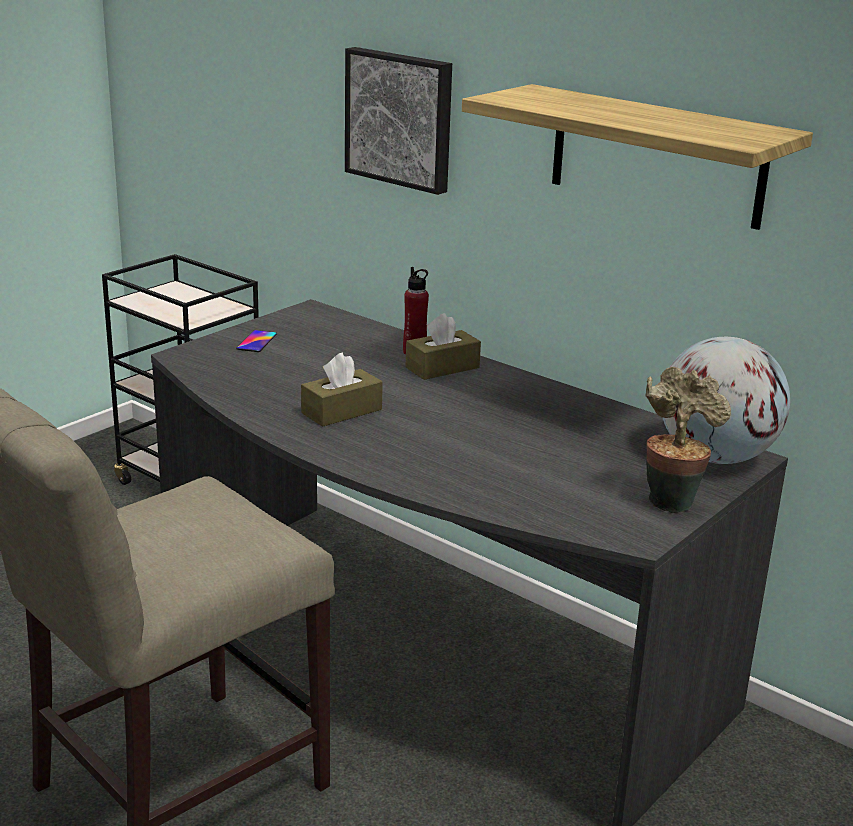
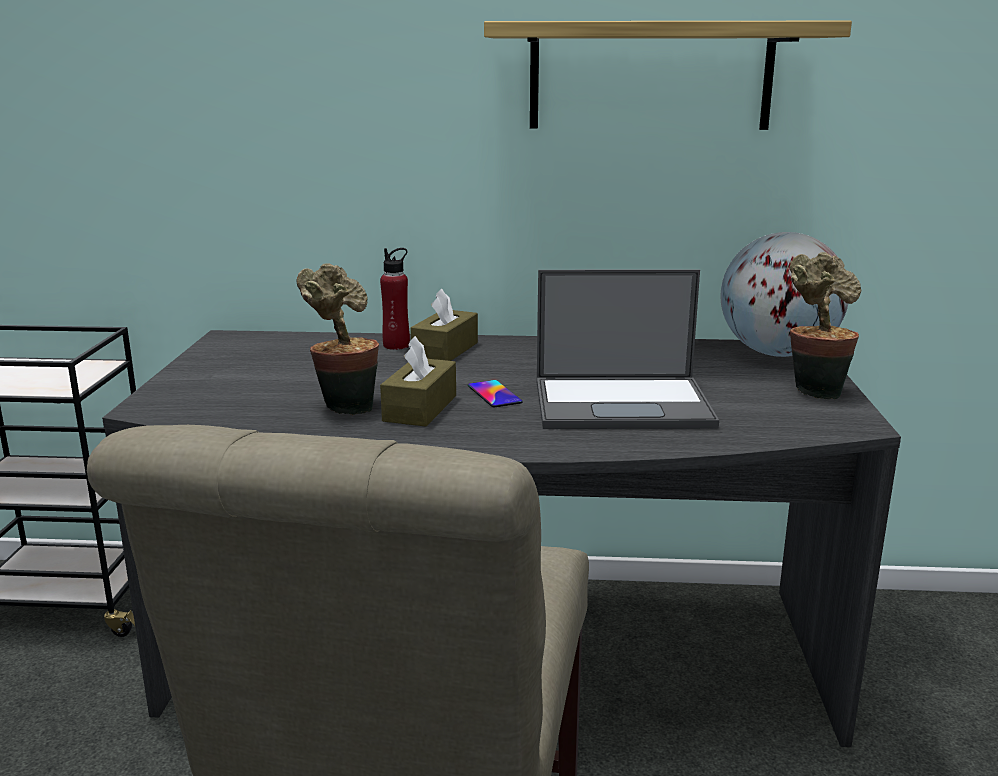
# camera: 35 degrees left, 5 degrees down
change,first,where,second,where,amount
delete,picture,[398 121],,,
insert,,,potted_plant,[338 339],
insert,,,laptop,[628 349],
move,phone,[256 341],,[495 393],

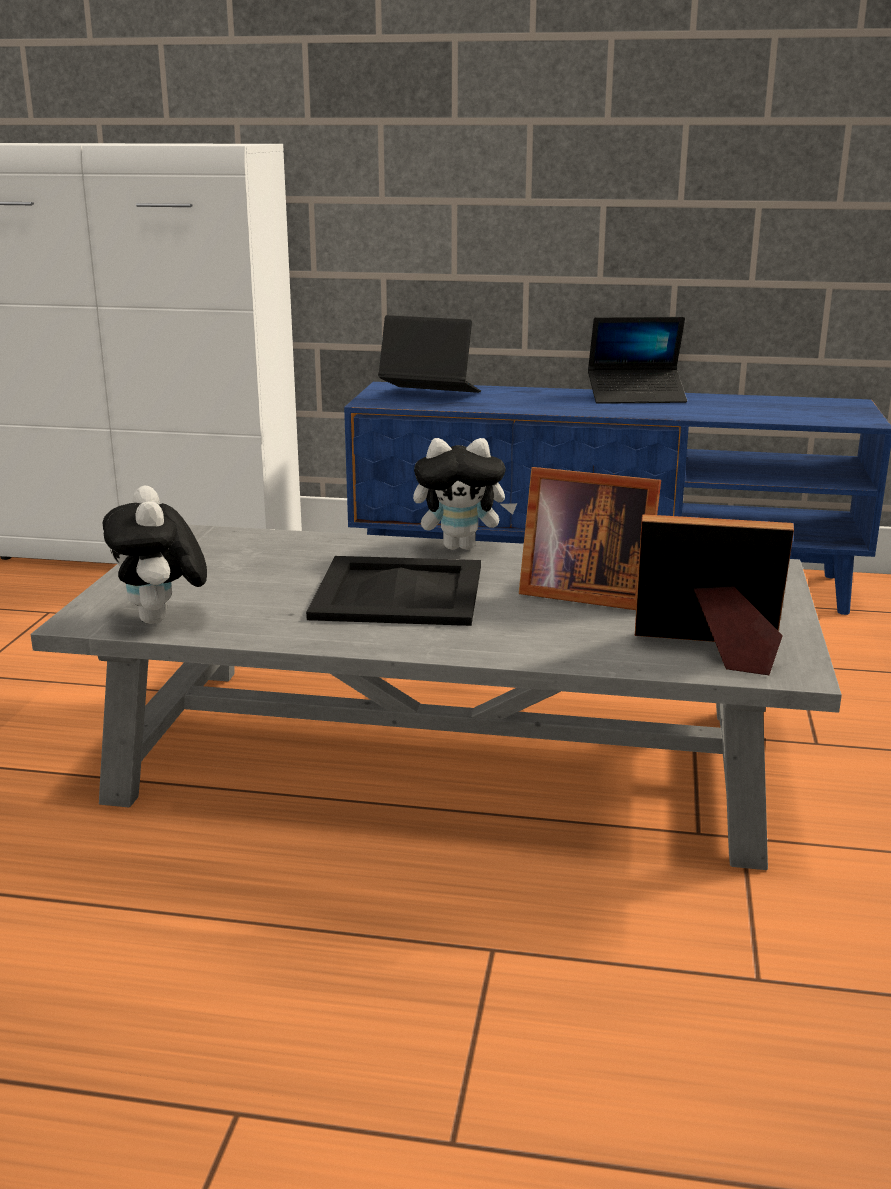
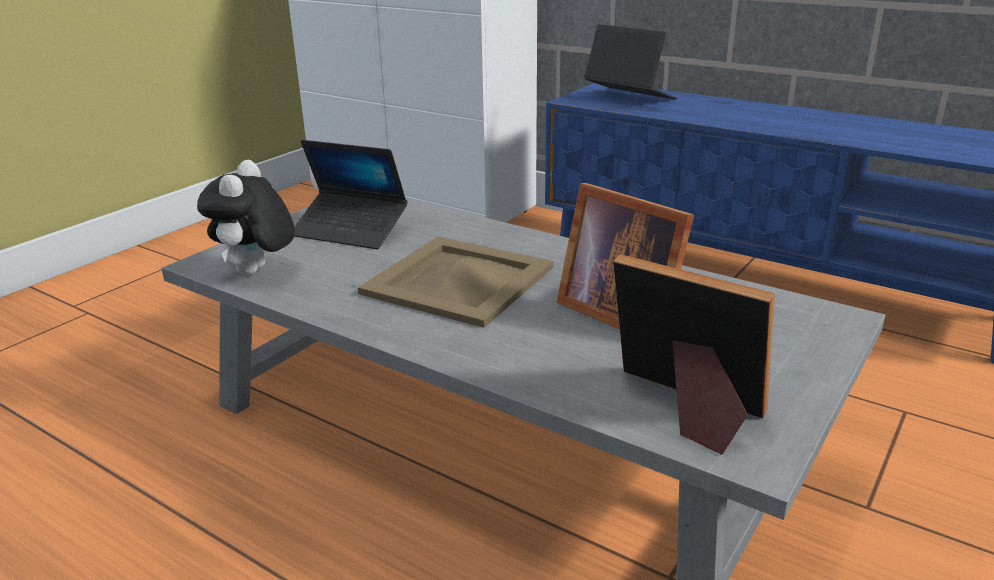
# camera: 25 degrees right, 5 degrees up
change,first,where,second,where,amount
delete,plush_toy,[465 494],,,
move,laptop,[637 360],,[350 194],
recolor,black_tray,[393 591],beige_tray,[455 282],

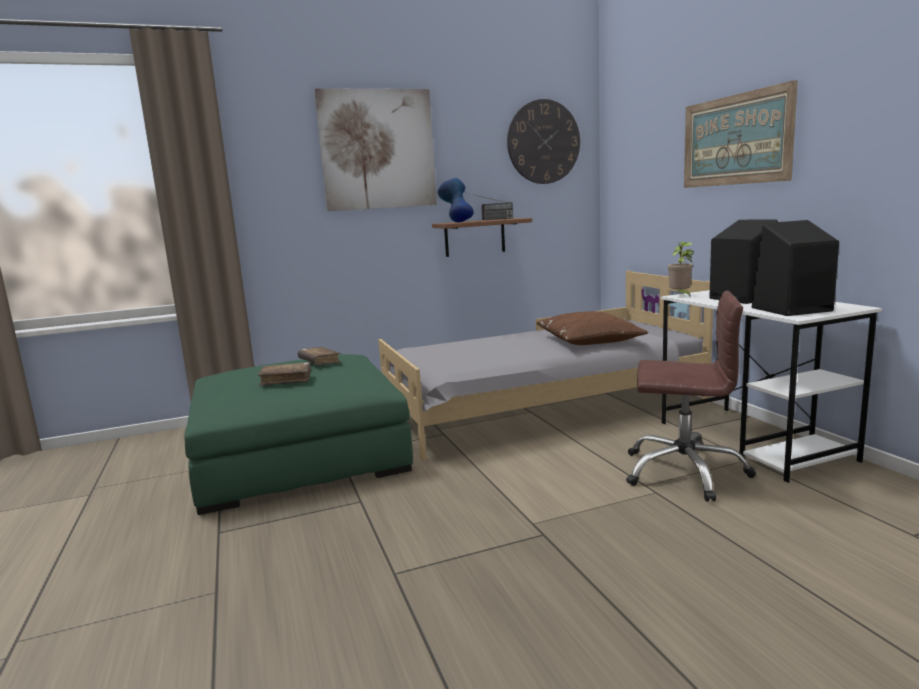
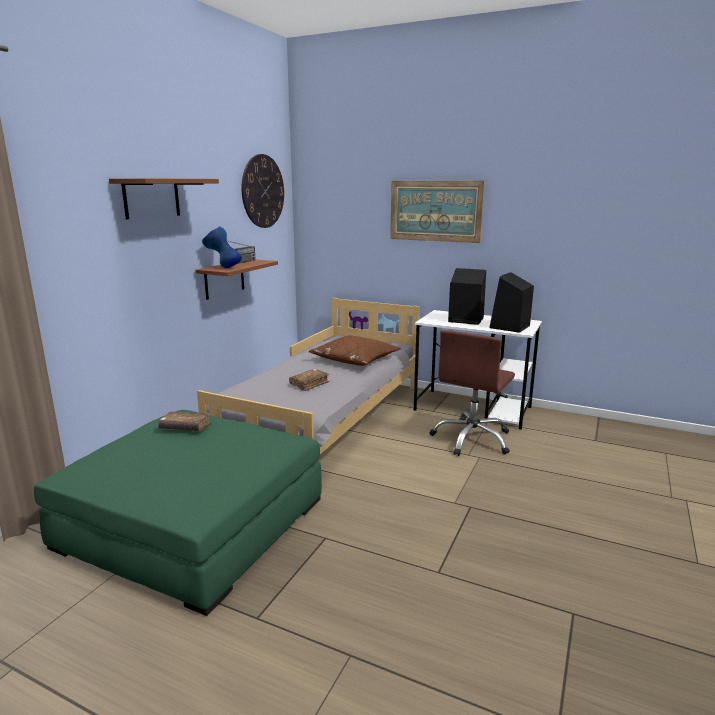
# camera: 45 degrees left, 5 degrees up
change,first,where,second,where,amount
delete,potted_plant,[680 269],,,
move,brown_book,[284 374],,[309 380],
replace,picture,[375 149],brown_shelf,[164 198],
rotate,brown_office_chair,[691 396],,[472 393],150 degrees clockwise

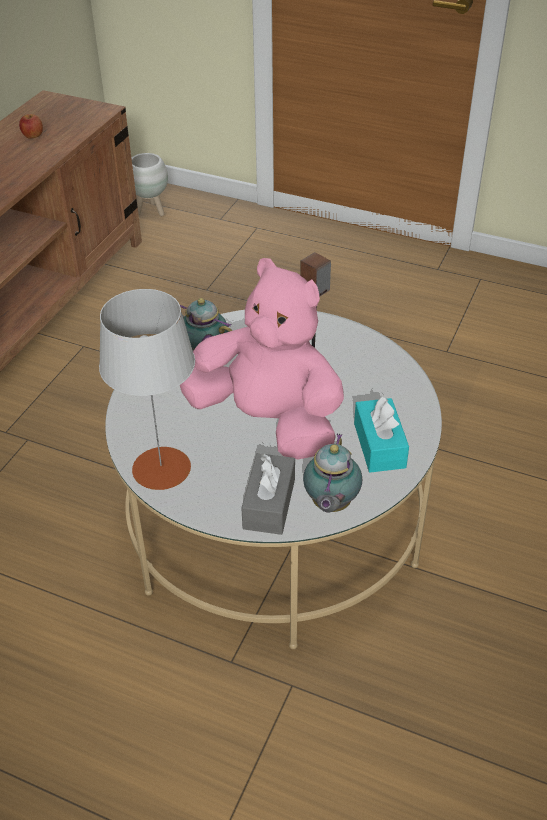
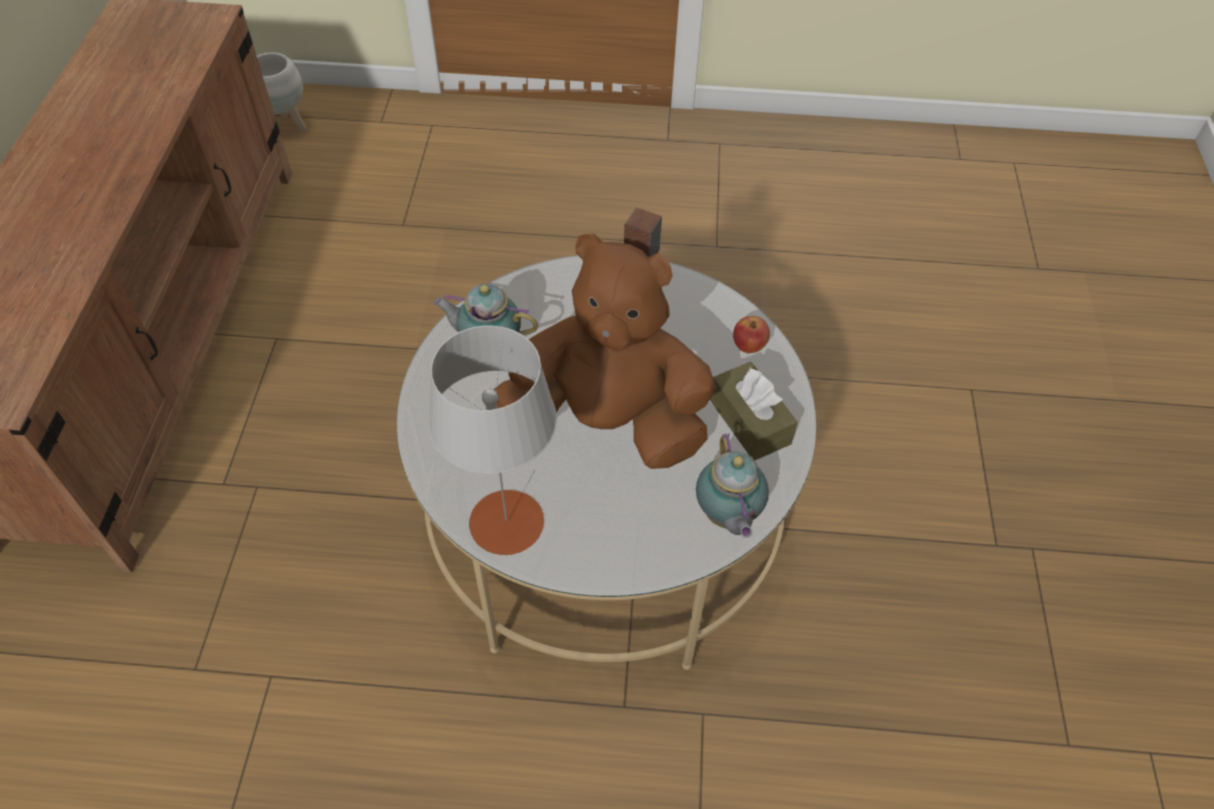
# camera: 20 degrees left, 10 degrees up
change,first,where,second,where,amount
delete,grey_tissue_box,[268 494],,,
move,apple,[31 126],,[751 334],
recolor,pink_plush_toy,[262 359],brown_plush_toy,[604 351],
recolor,turquoise_tissue_box,[381 434],brown_tissue_box,[754 411],

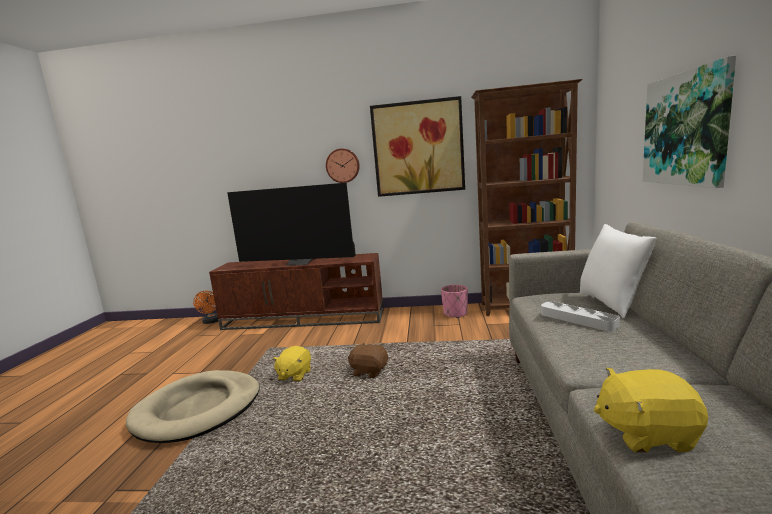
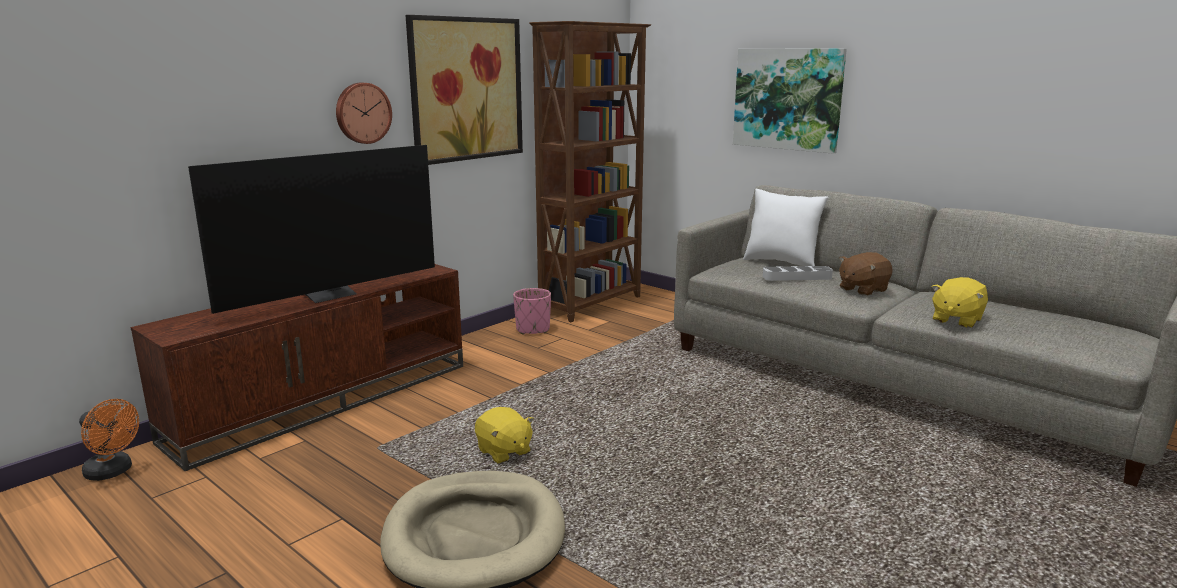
# camera: 55 degrees left, 5 degrees up
change,first,where,second,where,amount
move,brown_plush_toy,[368 360],,[866 274],

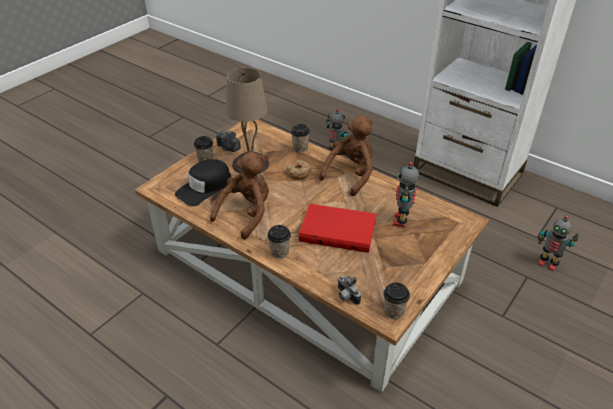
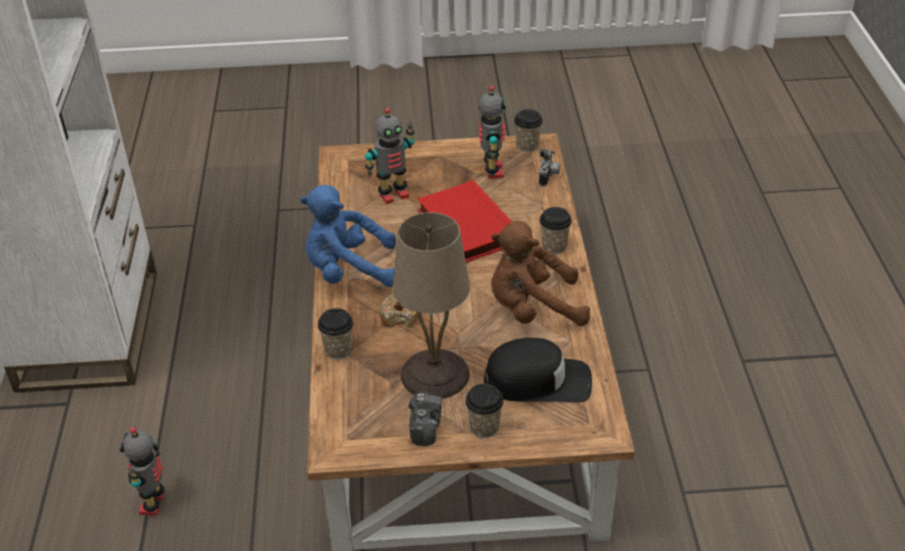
# camera: 130 degrees left, 0 degrees up
change,first,where,second,where,amount
move,toy_robot,[558 243],,[492 132],
recolor,brown_plush_toy,[346 155],blue_plush_toy,[348 236],

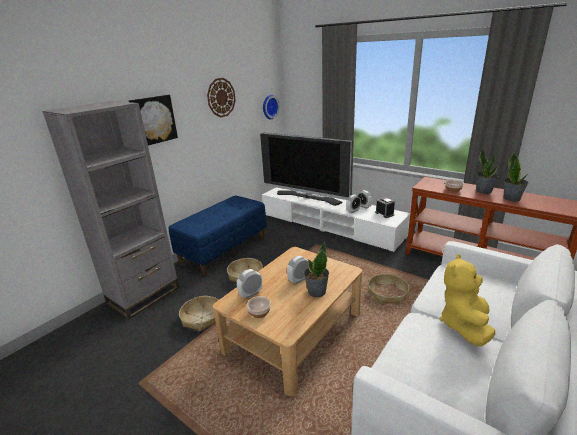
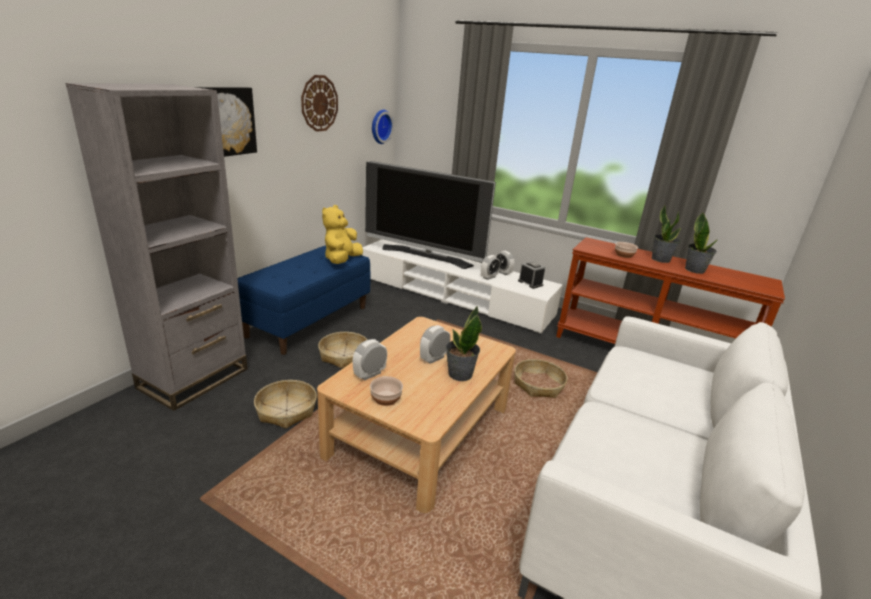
# camera: 10 degrees left, 0 degrees up
change,first,where,second,where,amount
move,yellow_plush_toy,[467 300],,[342 234],

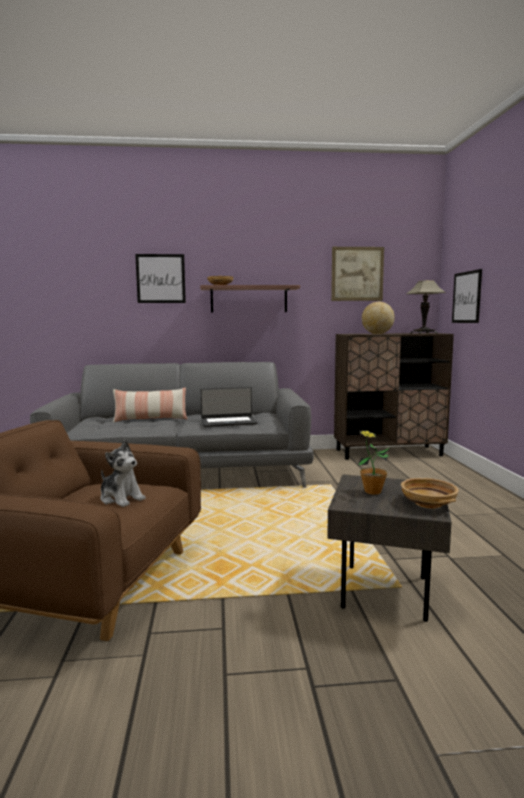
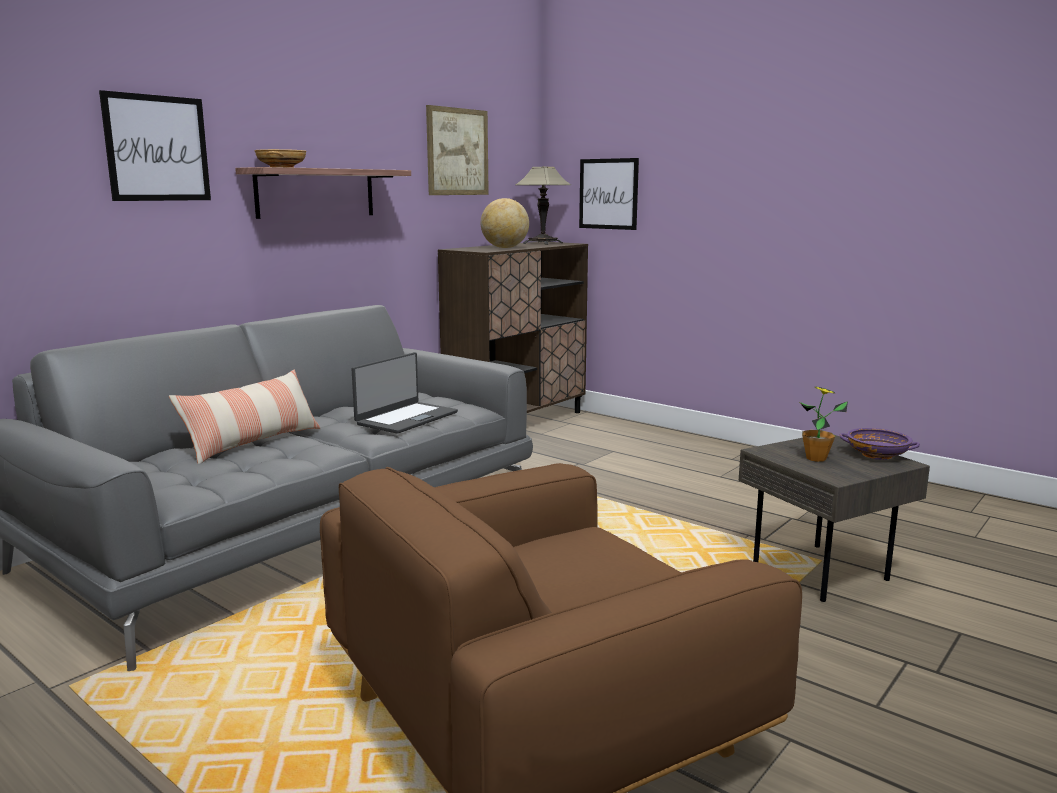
# camera: 45 degrees left, 5 degrees up
change,first,where,second,where,amount
delete,plush_toy,[123 473],,,
recolor,beige_bowl,[430 493],purple_bowl,[879 444],

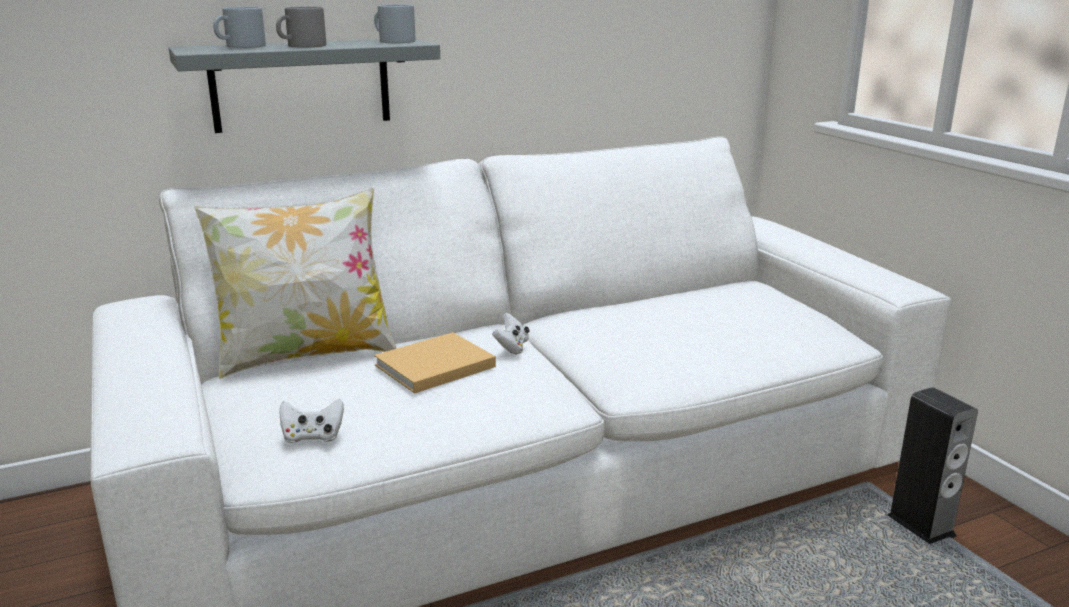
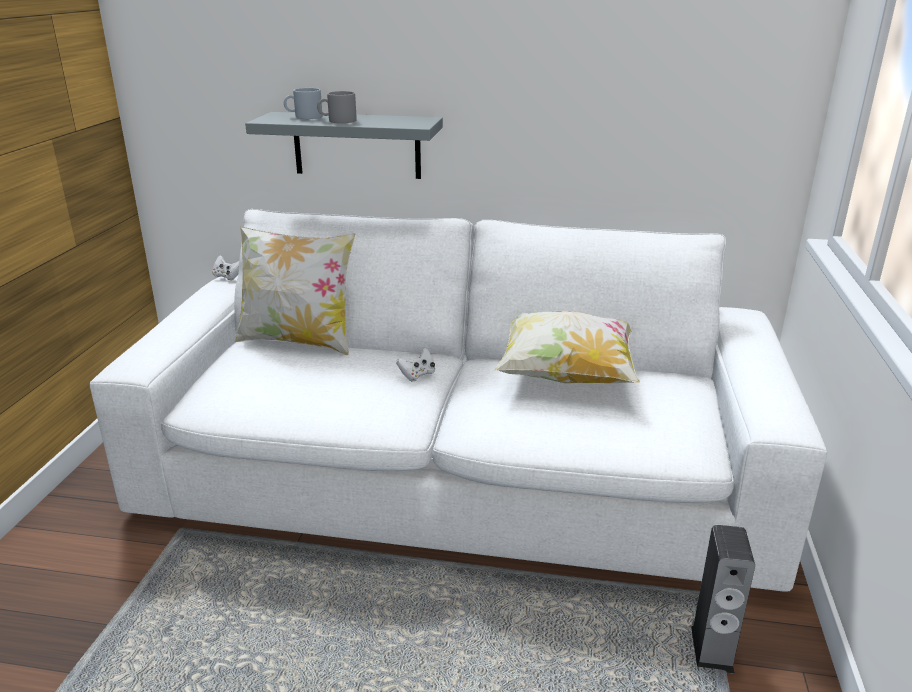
# camera: 35 degrees right, 5 degrees up
change,first,where,second,where,amount
delete,grey_mug,[394 23],,,
delete,beige_book,[435 363],,,
insert,,,pillow,[567 347],
move,white_game_controller,[311 421],,[225 267],

